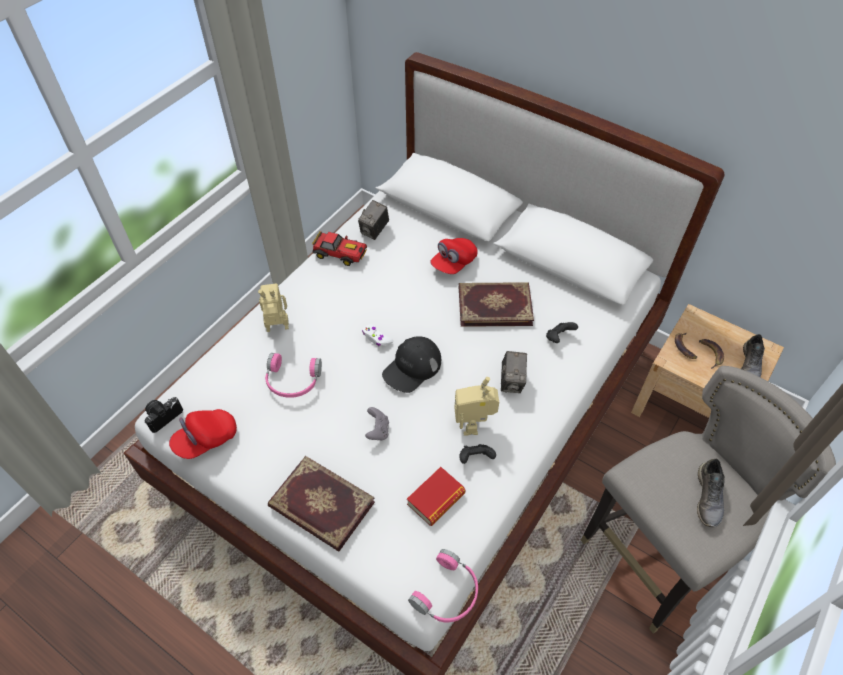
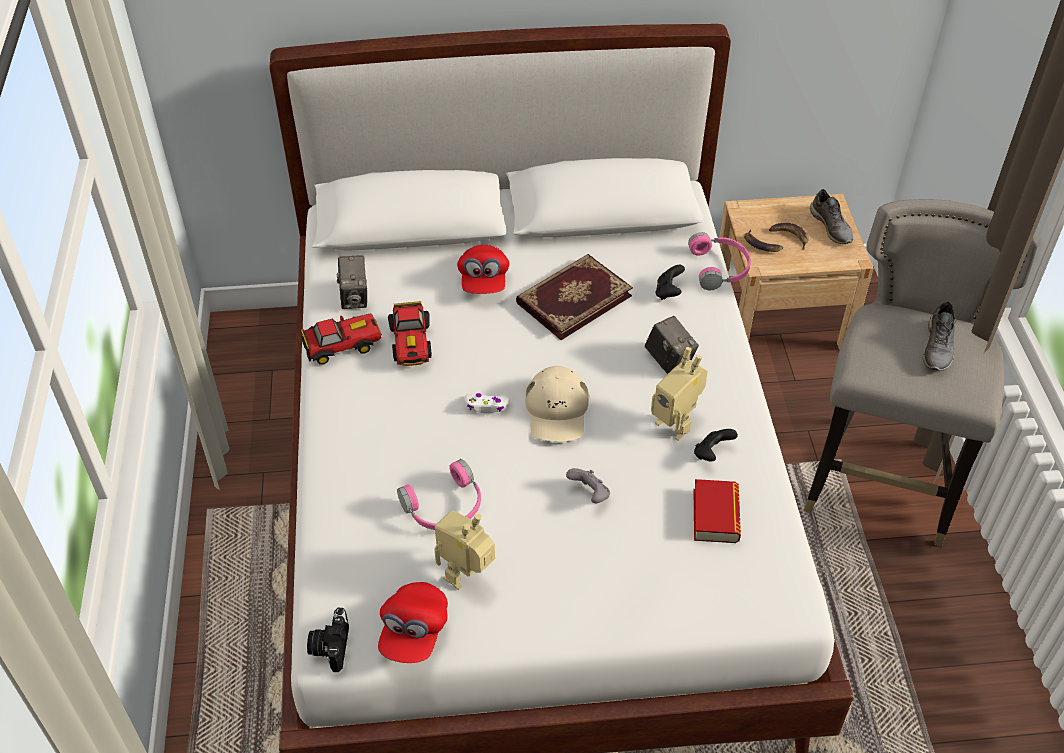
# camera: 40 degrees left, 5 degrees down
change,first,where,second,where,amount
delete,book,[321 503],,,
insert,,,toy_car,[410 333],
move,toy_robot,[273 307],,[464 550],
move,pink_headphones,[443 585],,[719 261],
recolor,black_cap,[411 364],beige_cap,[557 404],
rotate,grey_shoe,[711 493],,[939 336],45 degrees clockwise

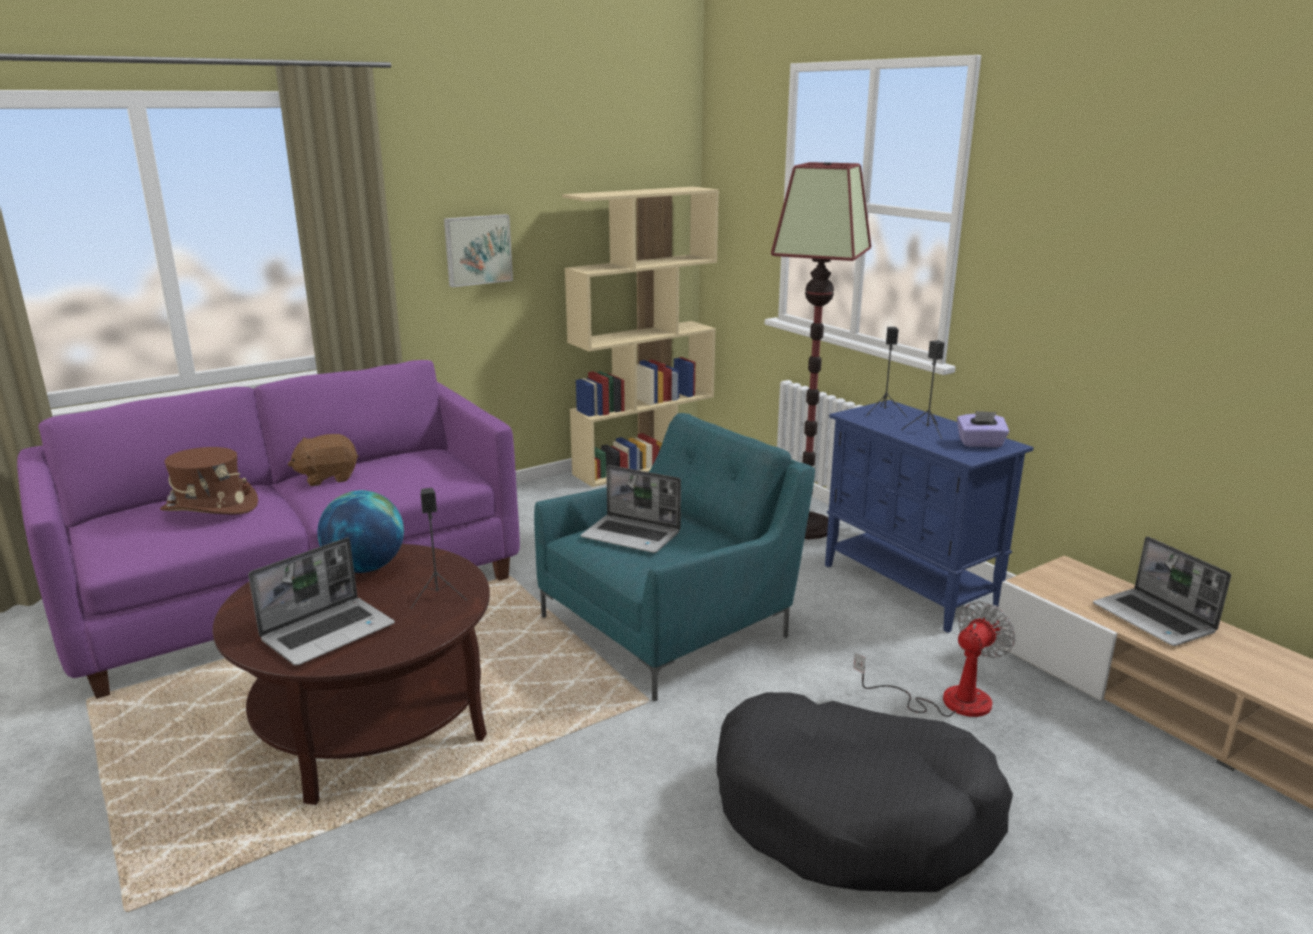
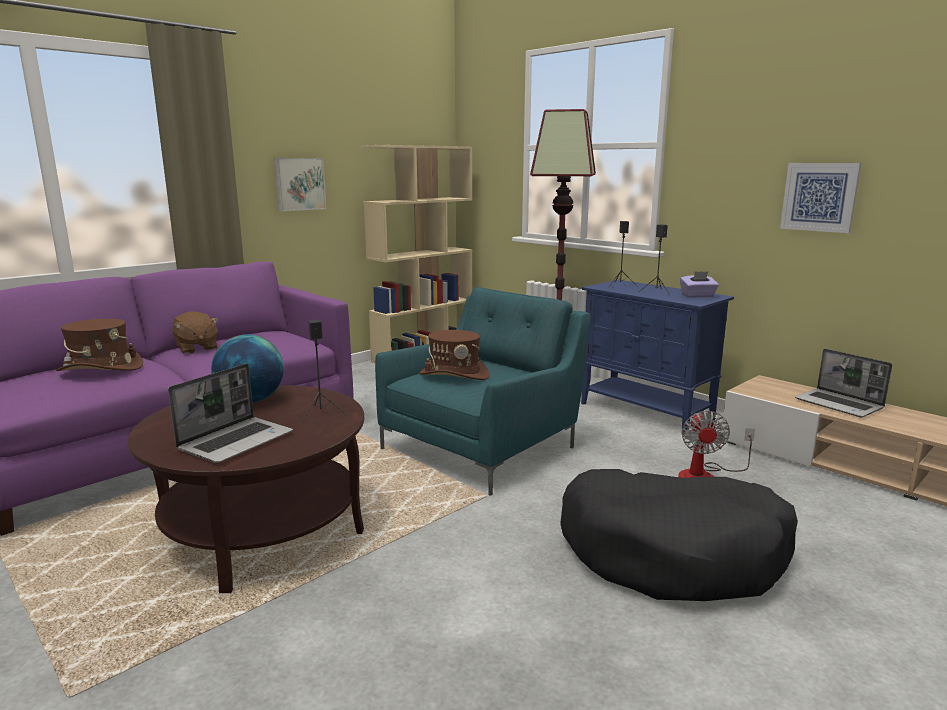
# camera: 10 degrees left, 5 degrees down
change,first,where,second,where,amount
insert,,,picture,[820 198],
replace,laptop,[631 509],brown_hat,[455 355],
rotate,brown_plush_toy,[323 460],,[195 332],90 degrees counterclockwise
rotate,fan,[934 659],,[716 444],150 degrees clockwise

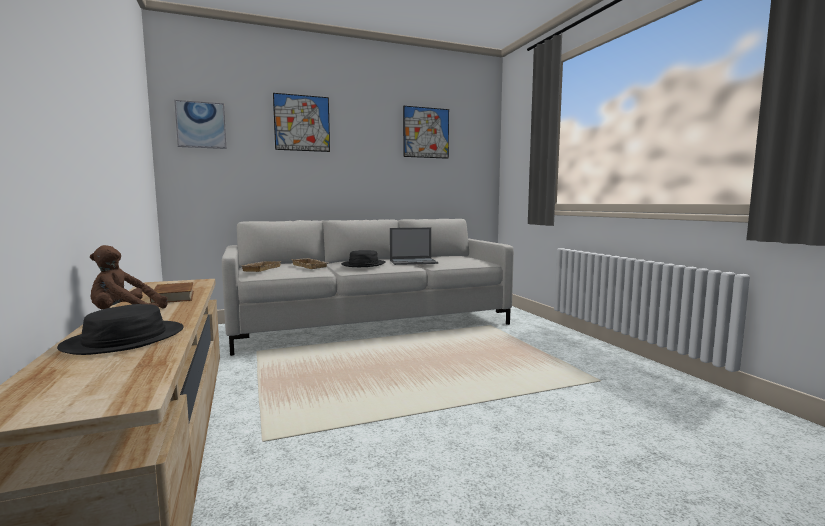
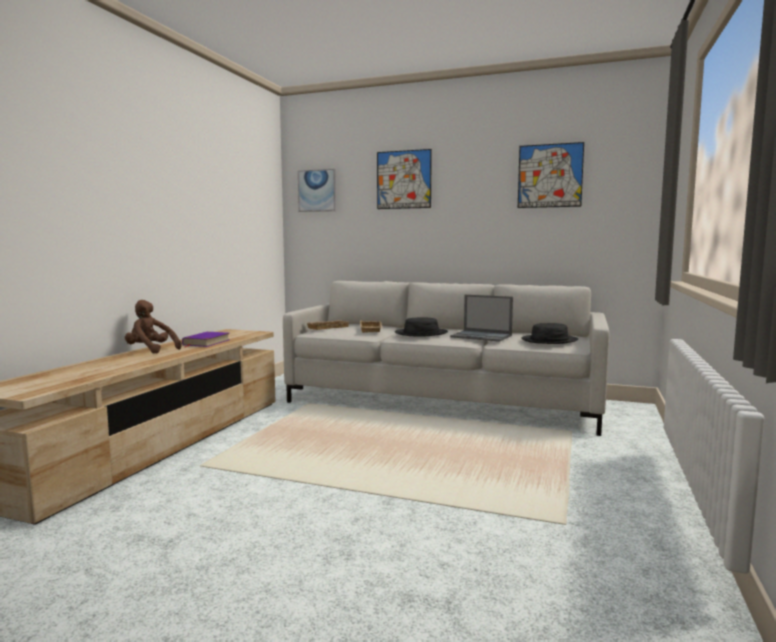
# camera: 40 degrees right, 0 degrees up
change,first,where,second,where,amount
move,black_hat,[120 329],,[549 333],
recolor,brown_book,[172 292],purple_book,[205 339],

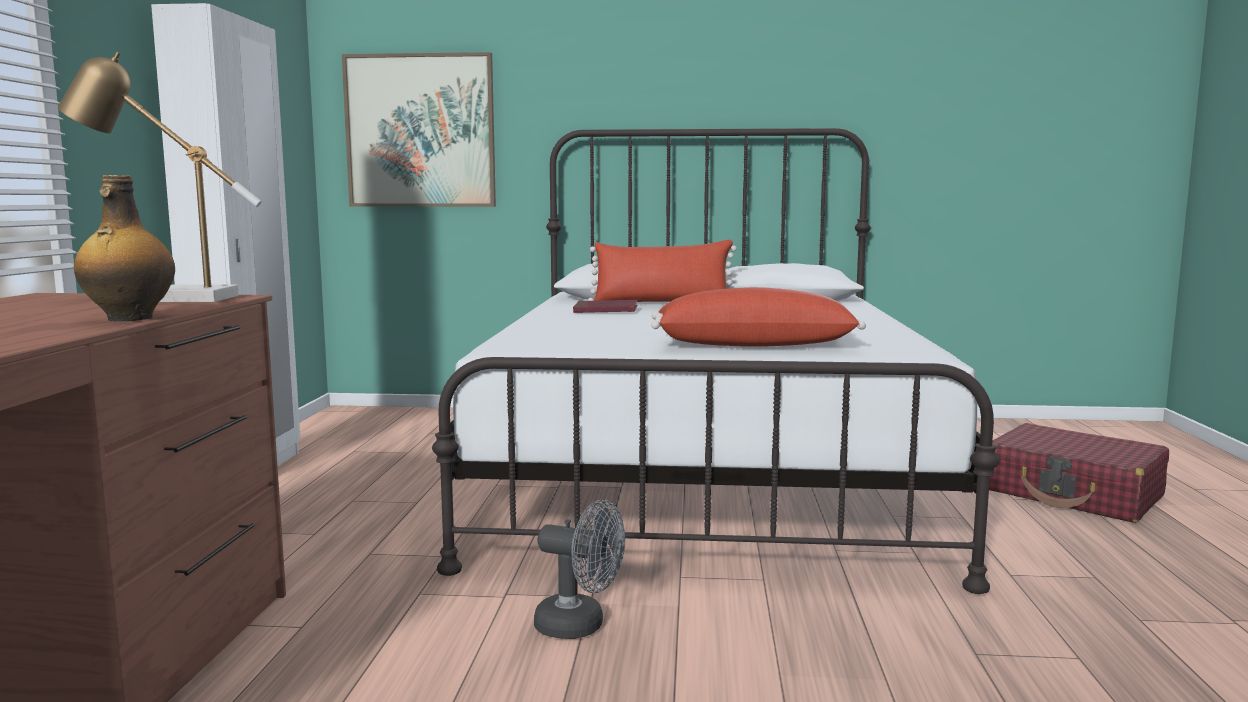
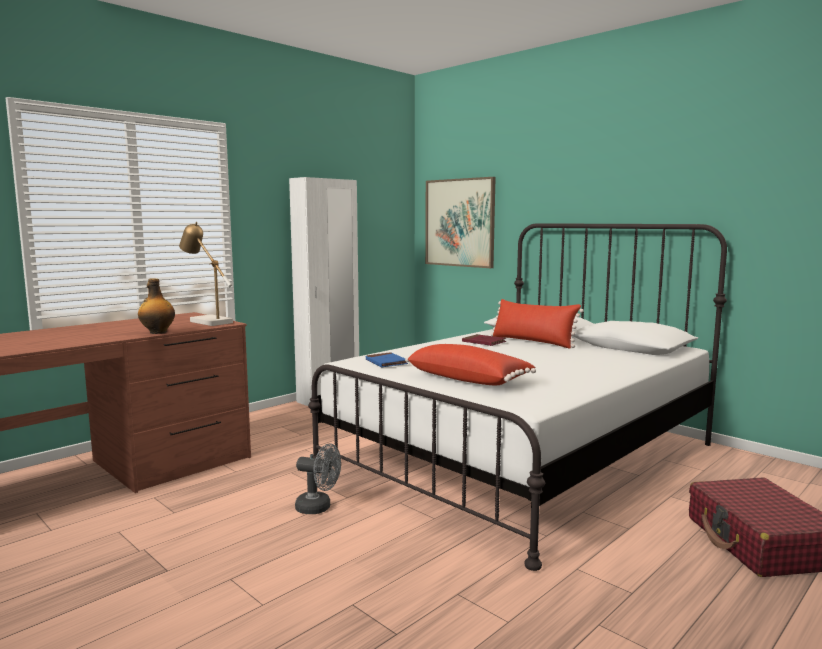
# camera: 40 degrees right, 0 degrees up
change,first,where,second,where,amount
insert,,,blue_book,[387 359],
rotate,grey_fan,[579 569],,[318 478],45 degrees counterclockwise

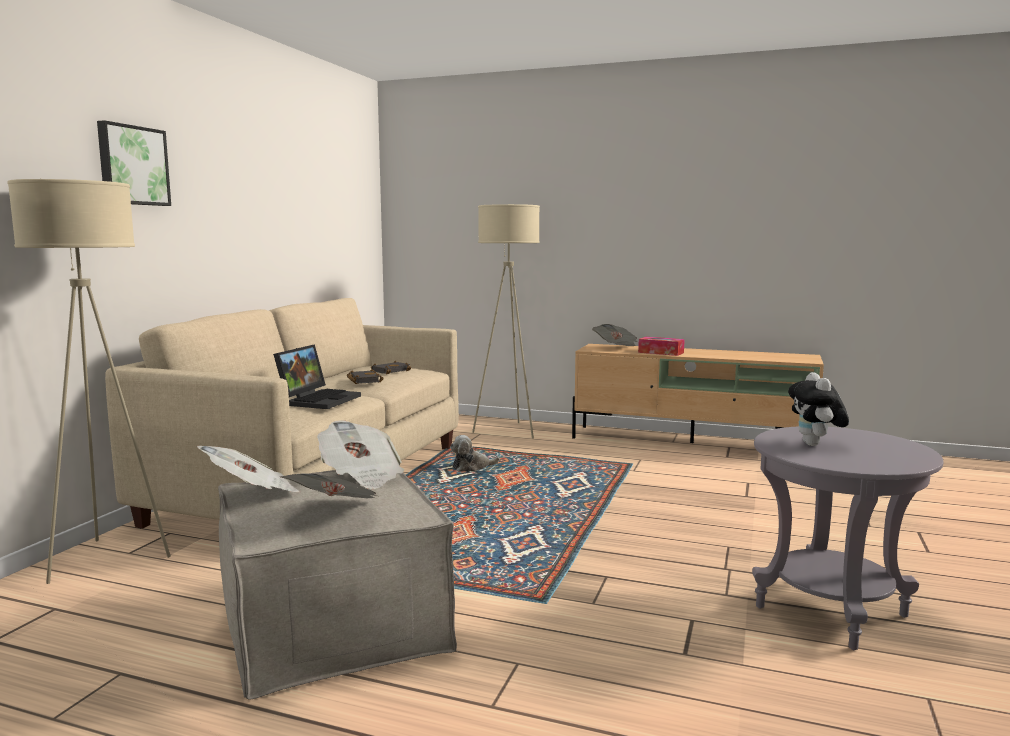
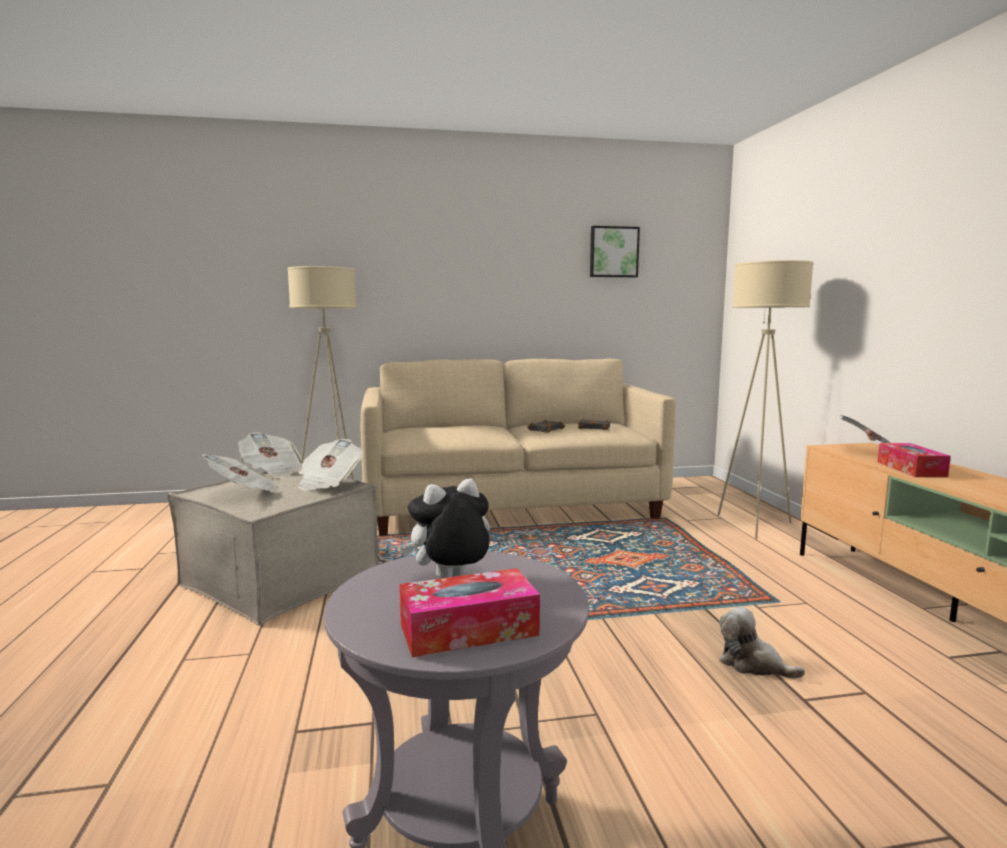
# camera: 60 degrees right, 0 degrees up
change,first,where,second,where,amount
delete,laptop,[317 376],,,
insert,,,tissue_box,[469 612],
move,picture,[134 163],,[615 251],
move,plush_toy,[475 453],,[762 643],

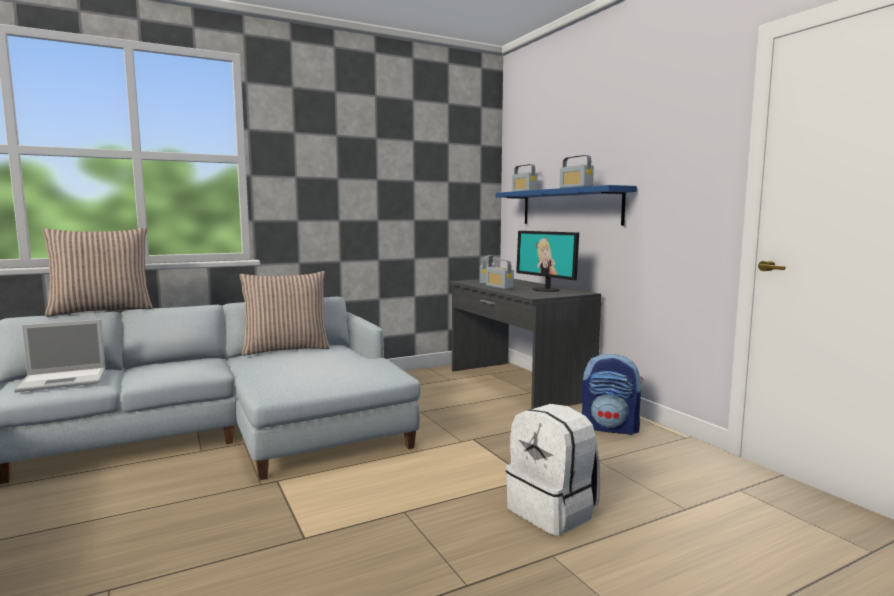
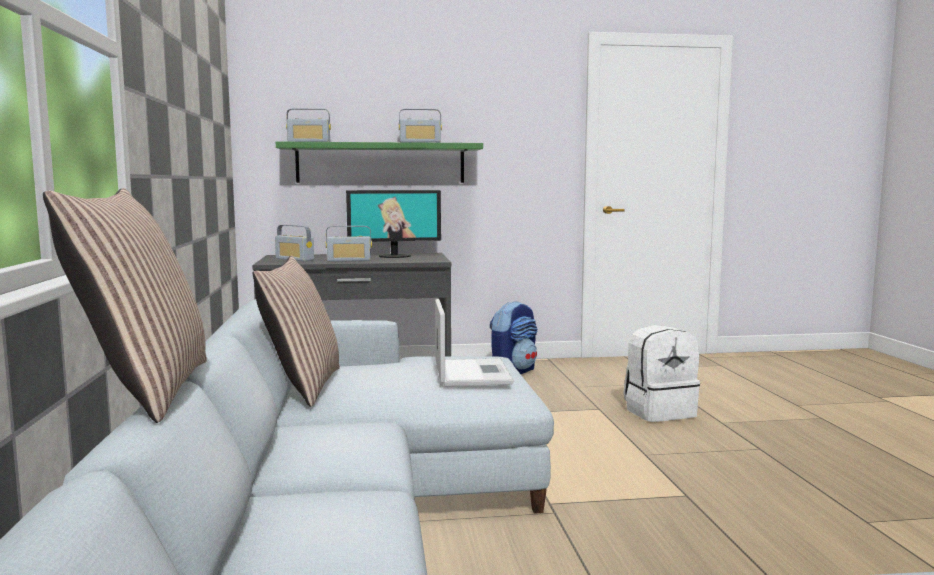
# camera: 70 degrees left, 0 degrees up
change,first,where,second,where,amount
move,laptop,[59 355],,[474 342],
recolor,blue_shelf,[566 205],green_shelf,[379 162],

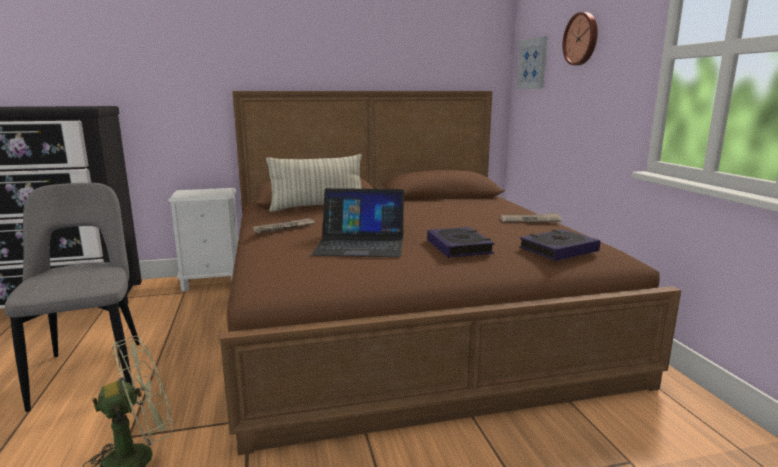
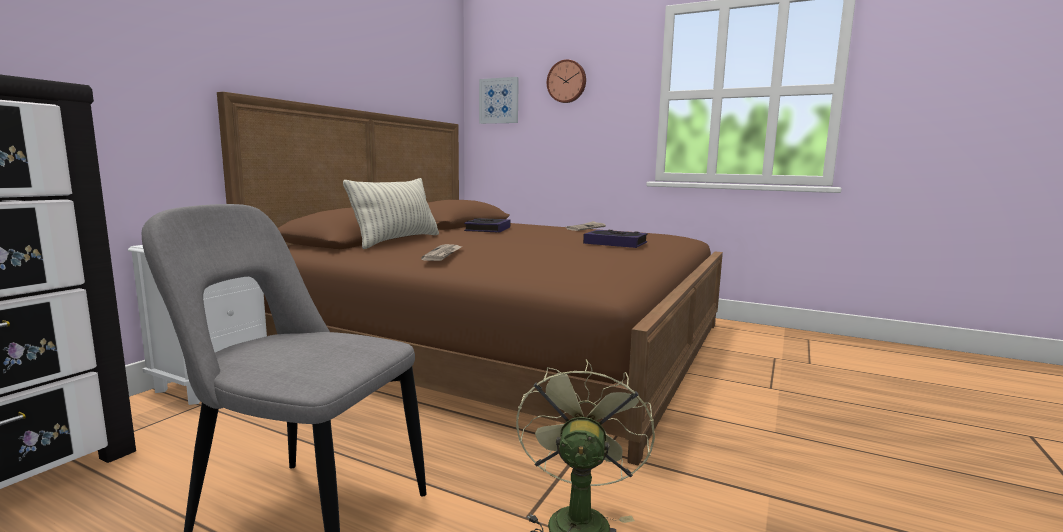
# camera: 50 degrees left, 5 degrees down
change,first,where,second,where,amount
delete,laptop,[358 222],,,
move,book,[559 245],,[487 225],

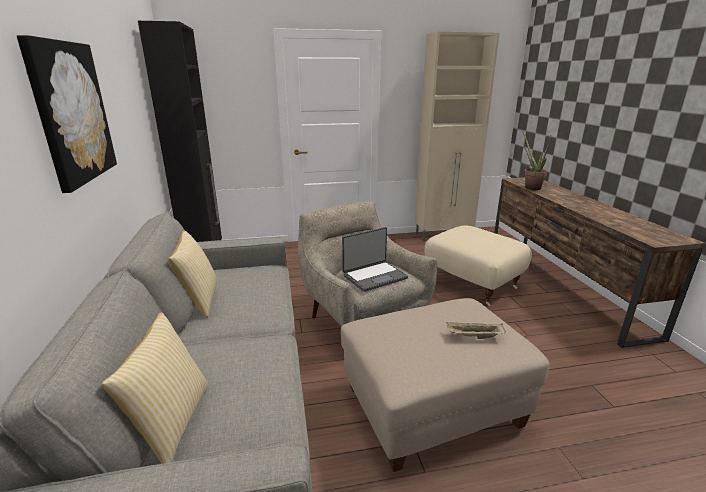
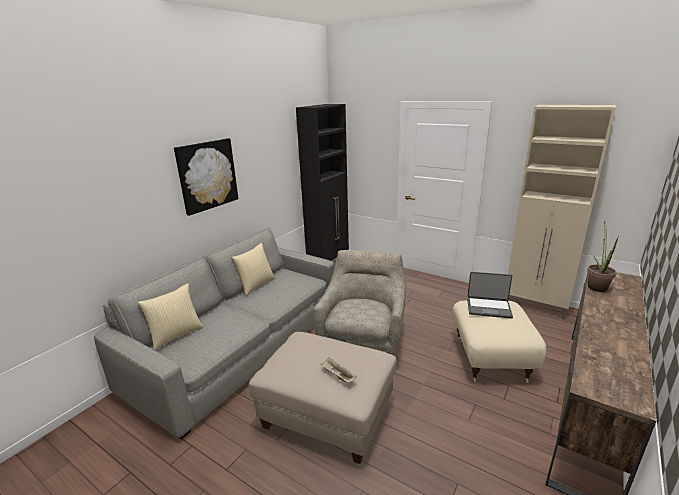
# camera: 45 degrees right, 0 degrees up
change,first,where,second,where,amount
move,laptop,[375 259],,[490 295],

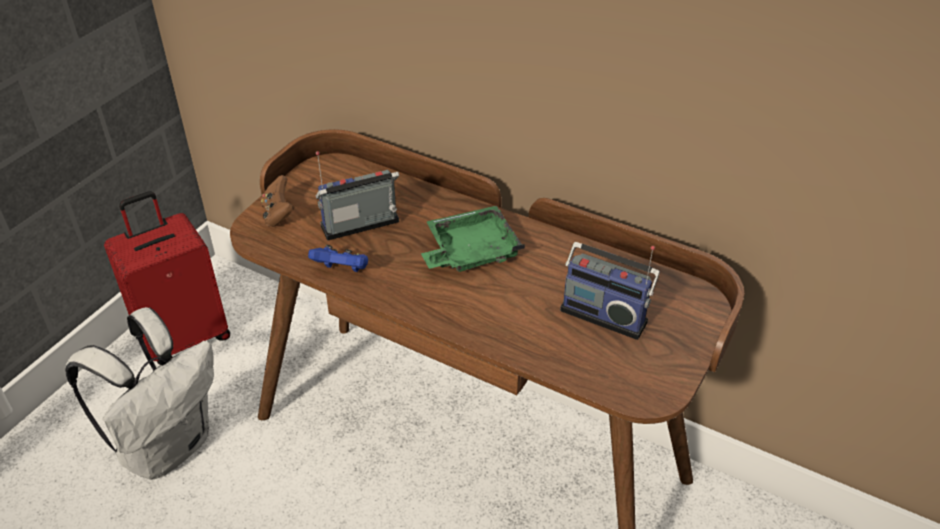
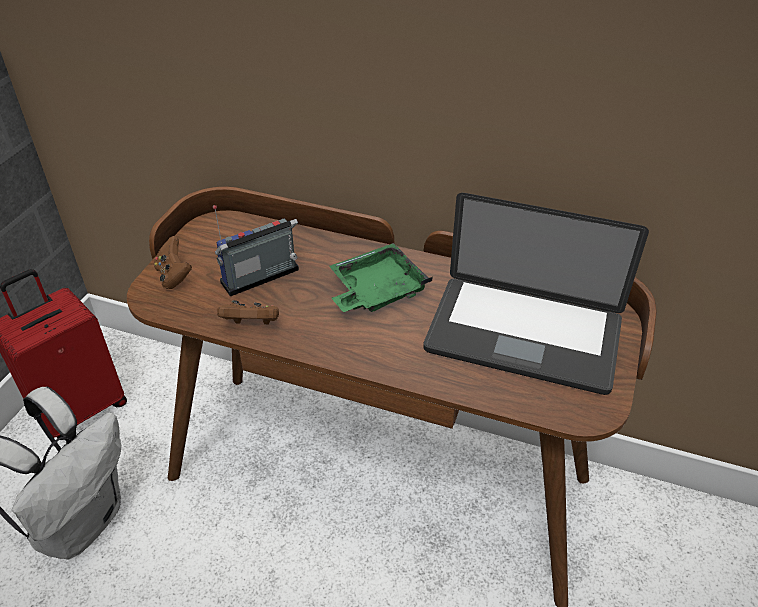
# camera: 10 degrees left, 0 degrees up
change,first,where,second,where,amount
replace,radio,[610 291],laptop,[536 294],
recolor,blue_game_controller,[338 258],brown_game_controller,[248 312],

